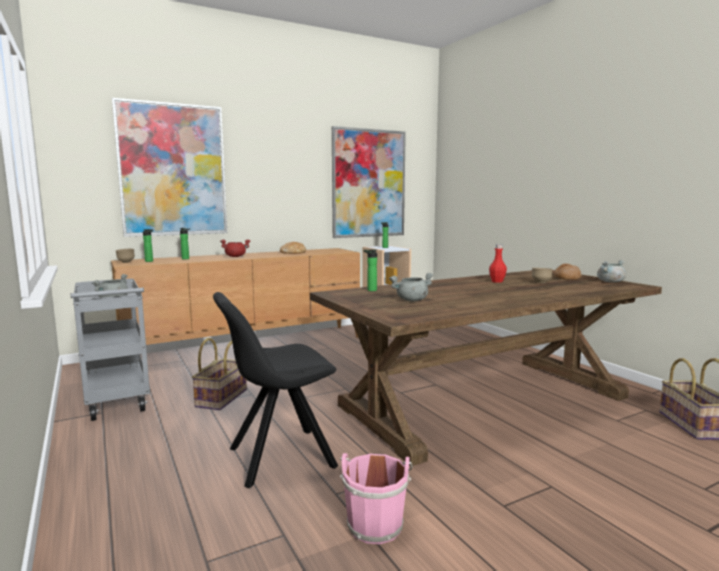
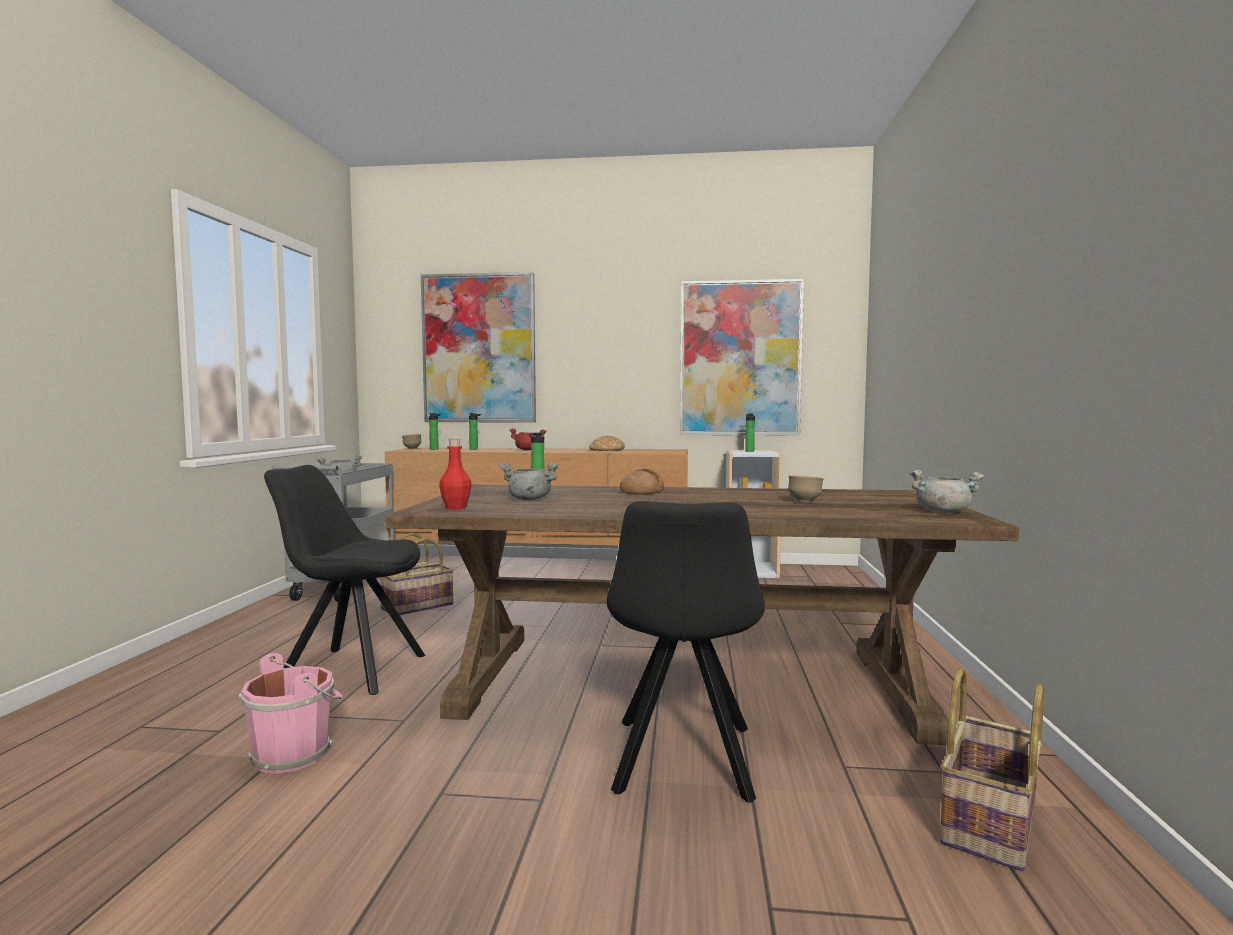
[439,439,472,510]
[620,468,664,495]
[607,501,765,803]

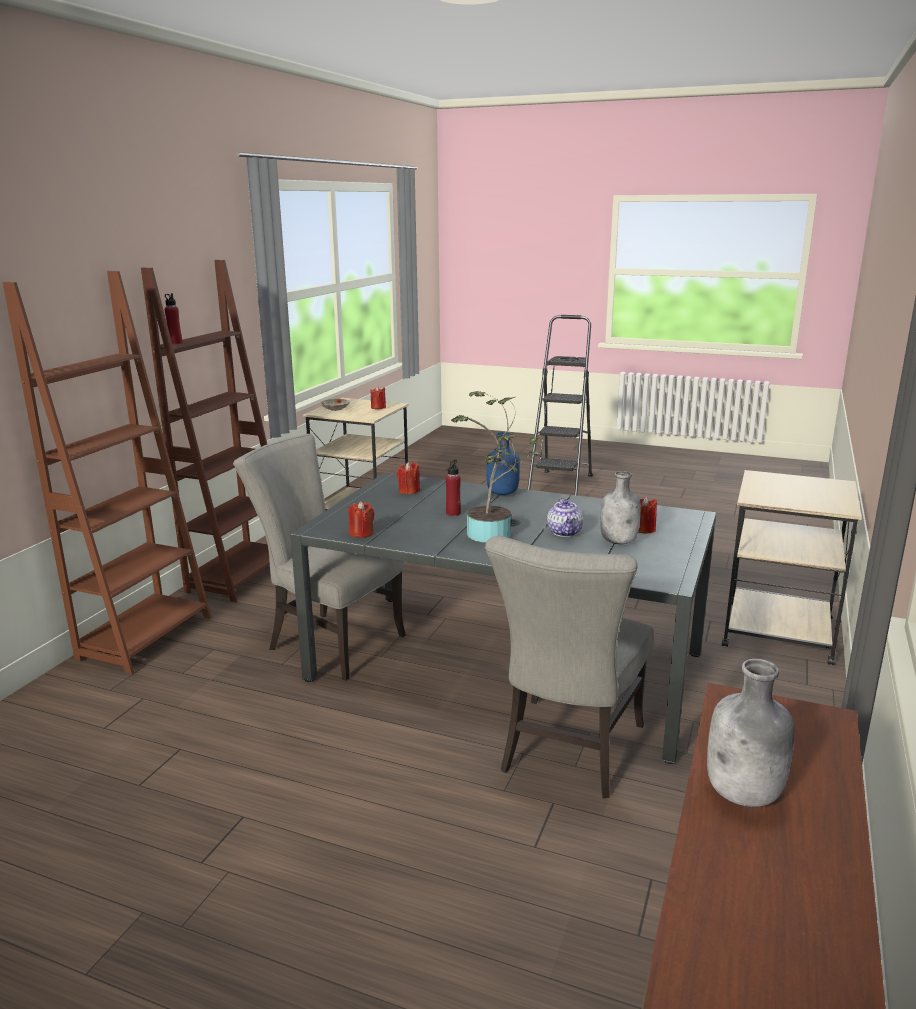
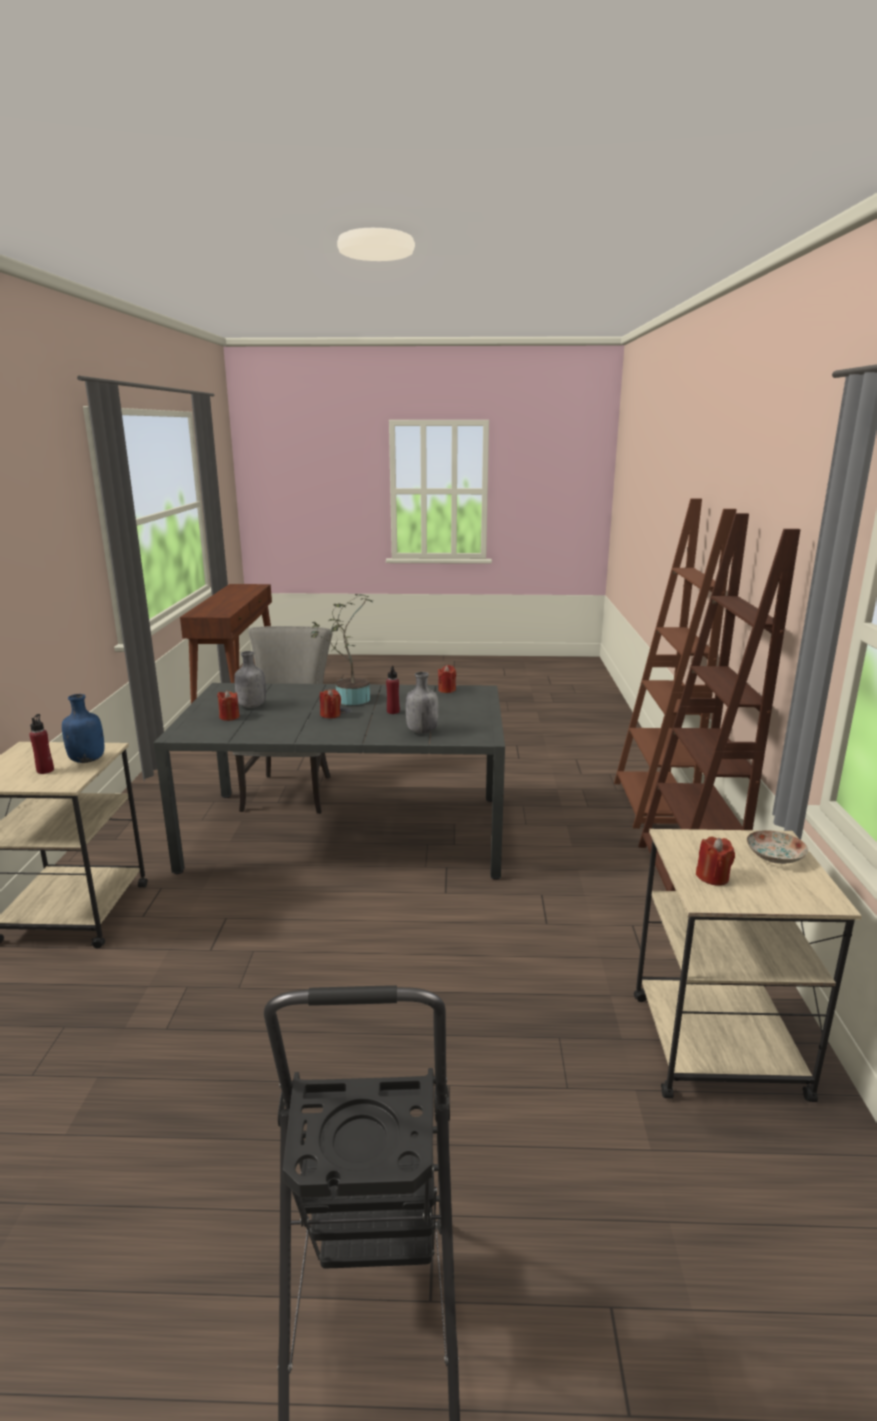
[29,714,54,774]
[233,434,406,681] (first image)
[320,688,341,719]
[62,694,104,763]
[547,498,583,537] (first image)
[406,672,438,734]

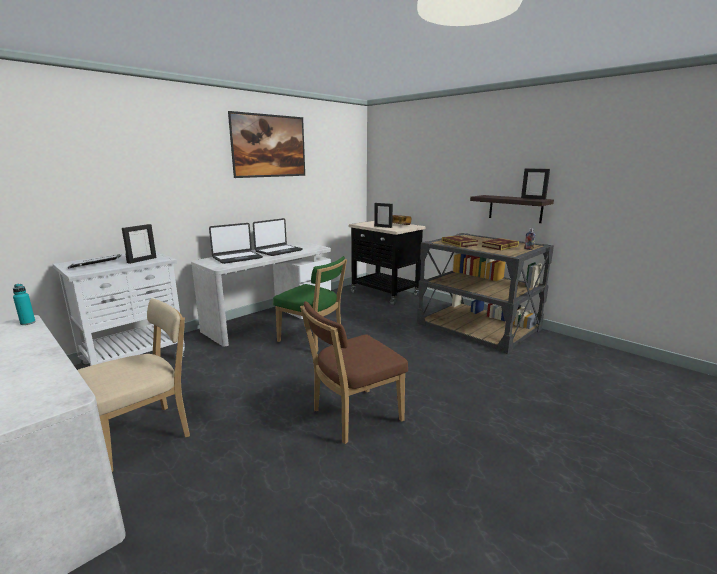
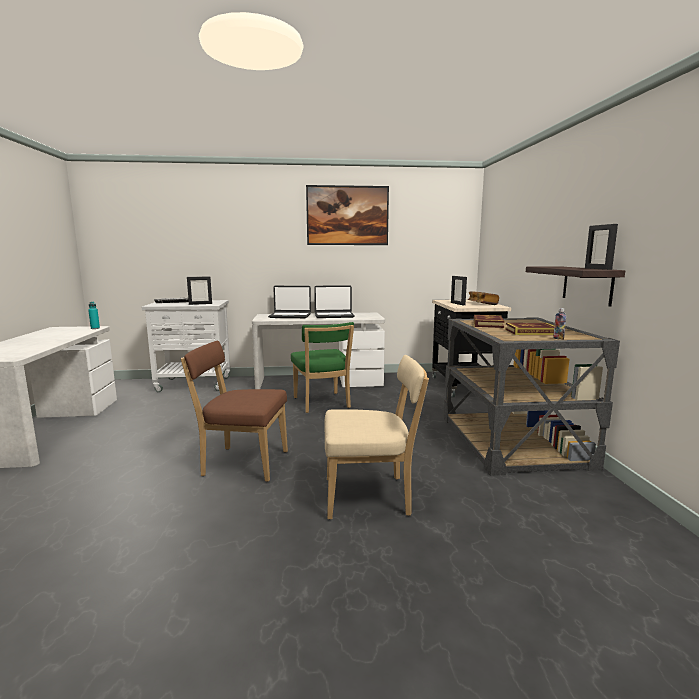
[325,355,429,520]

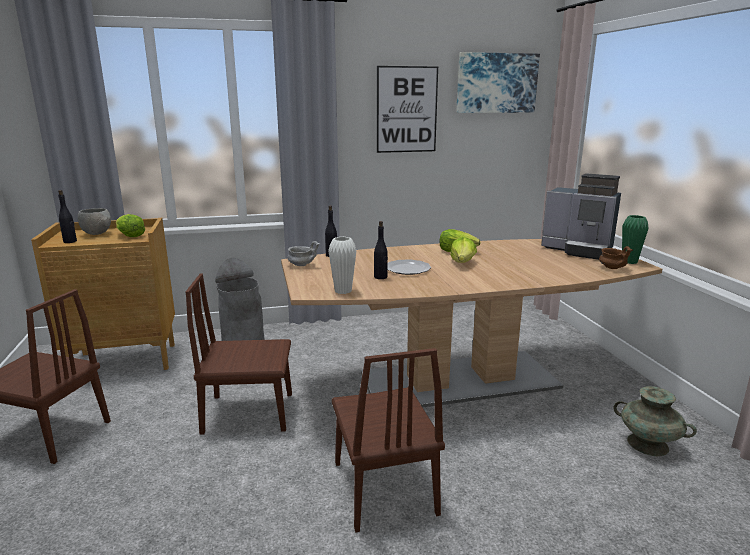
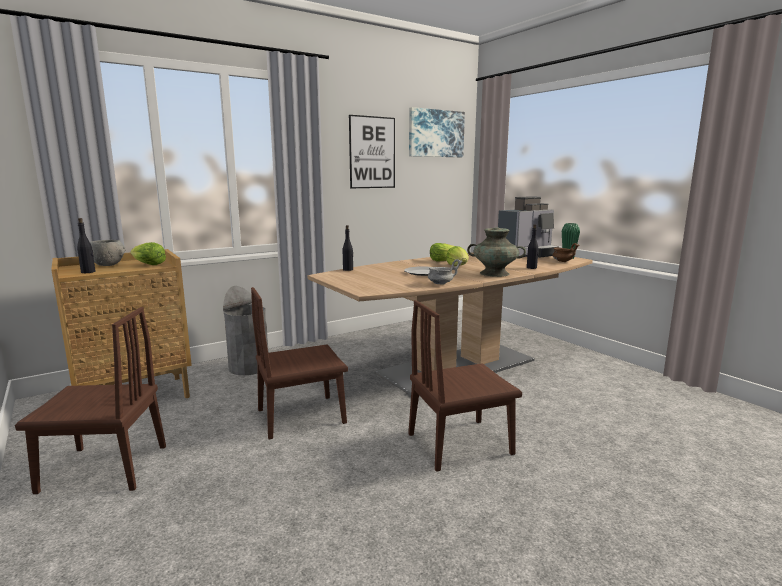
[428,259,462,284]
[328,237,356,294] (first image)
[408,300,522,472]
[527,224,539,269]
[498,196,559,258]
[467,227,526,277]

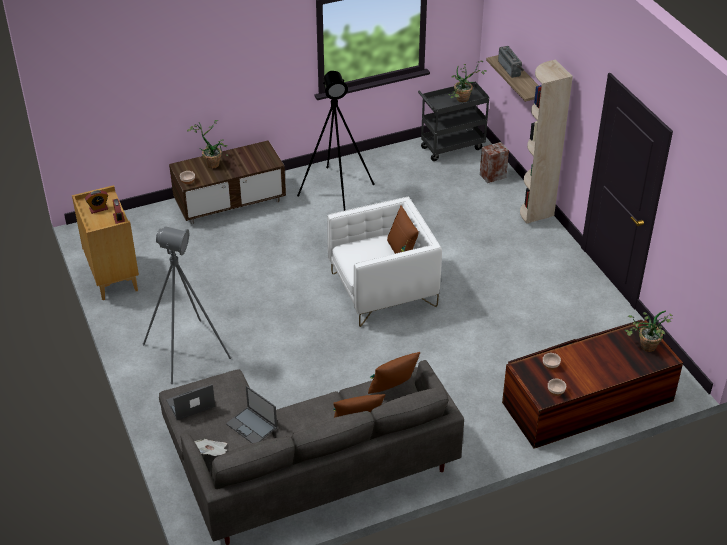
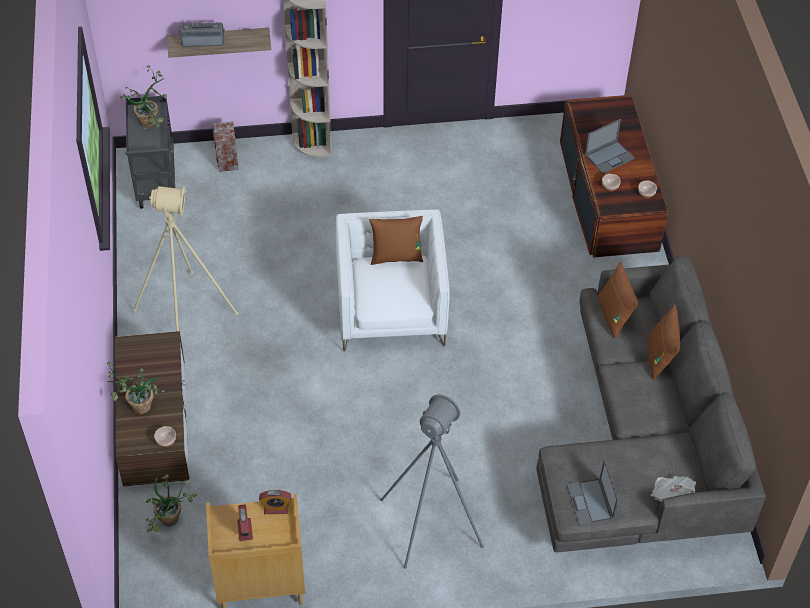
[585,119,635,174]
[133,186,238,331]
[146,475,197,532]

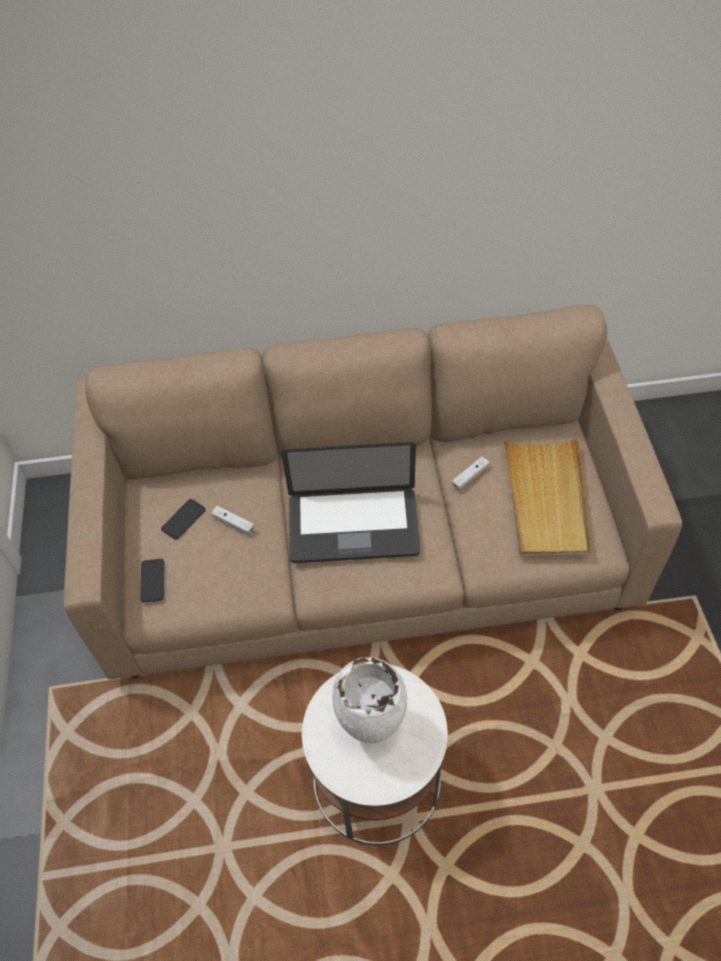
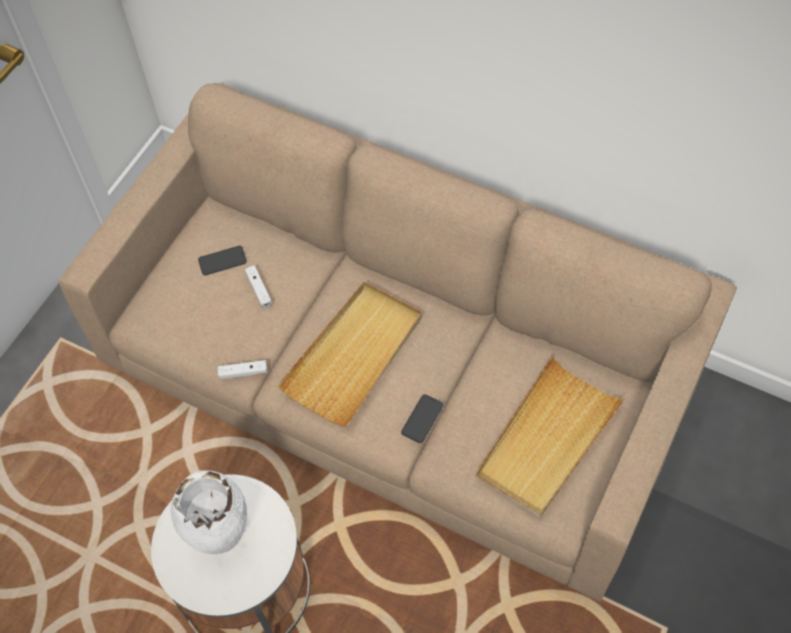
[401,394,443,443]
[277,282,422,427]
[218,360,267,379]

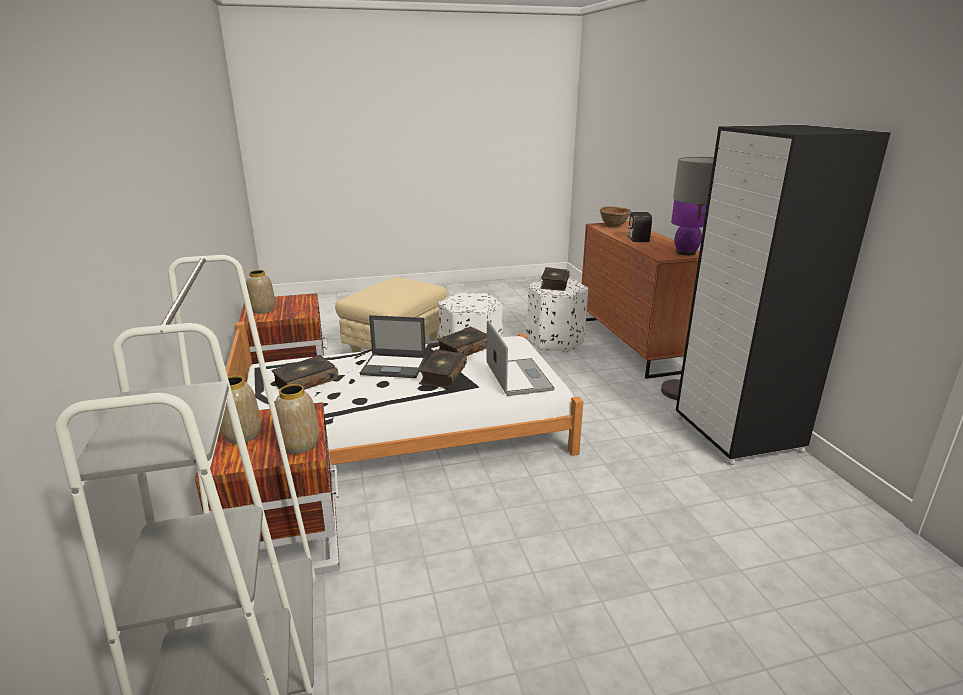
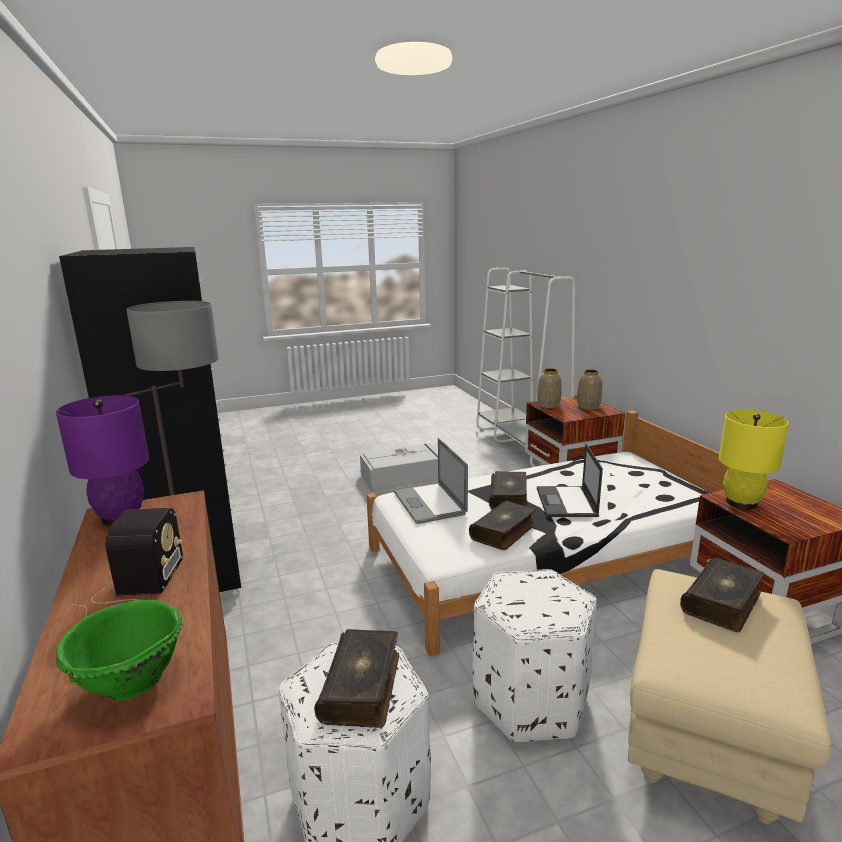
[246,270,275,314] (first image)
[680,557,764,632]
[537,444,603,517]
[56,600,182,701]
[360,443,438,491]
[719,410,789,509]

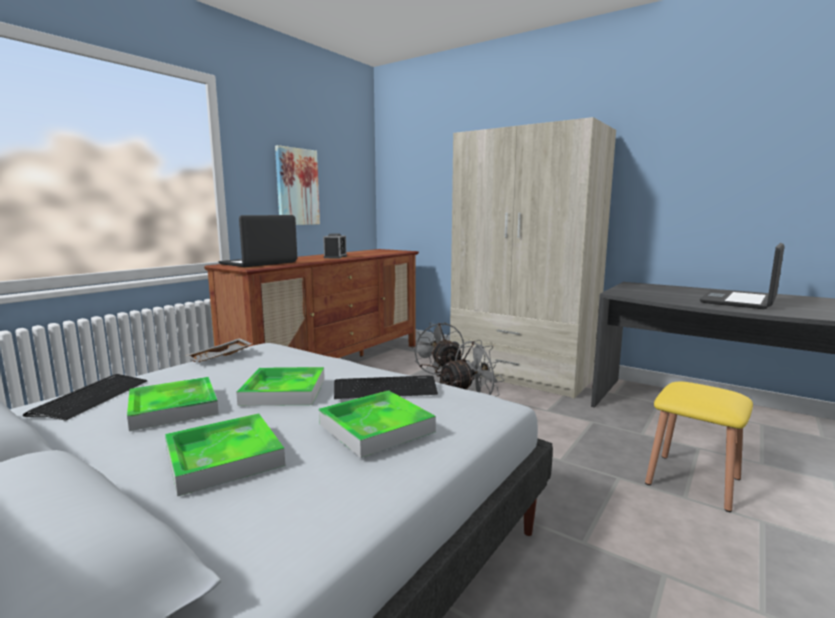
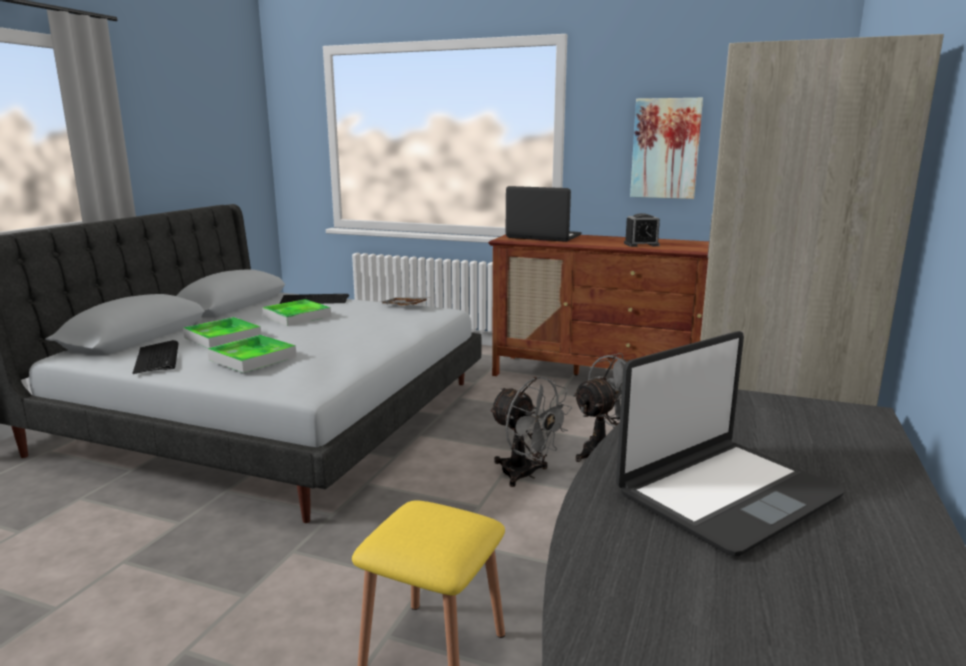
[236,367,325,406] (first image)
[133,340,179,374]
[616,331,845,556]

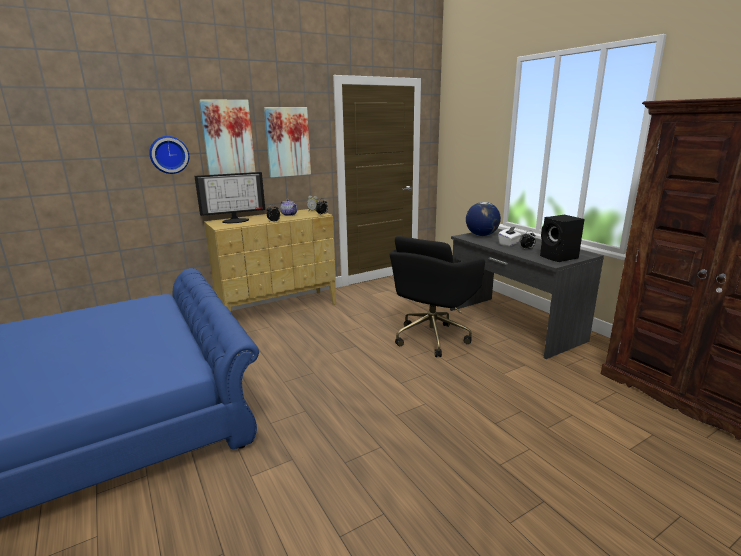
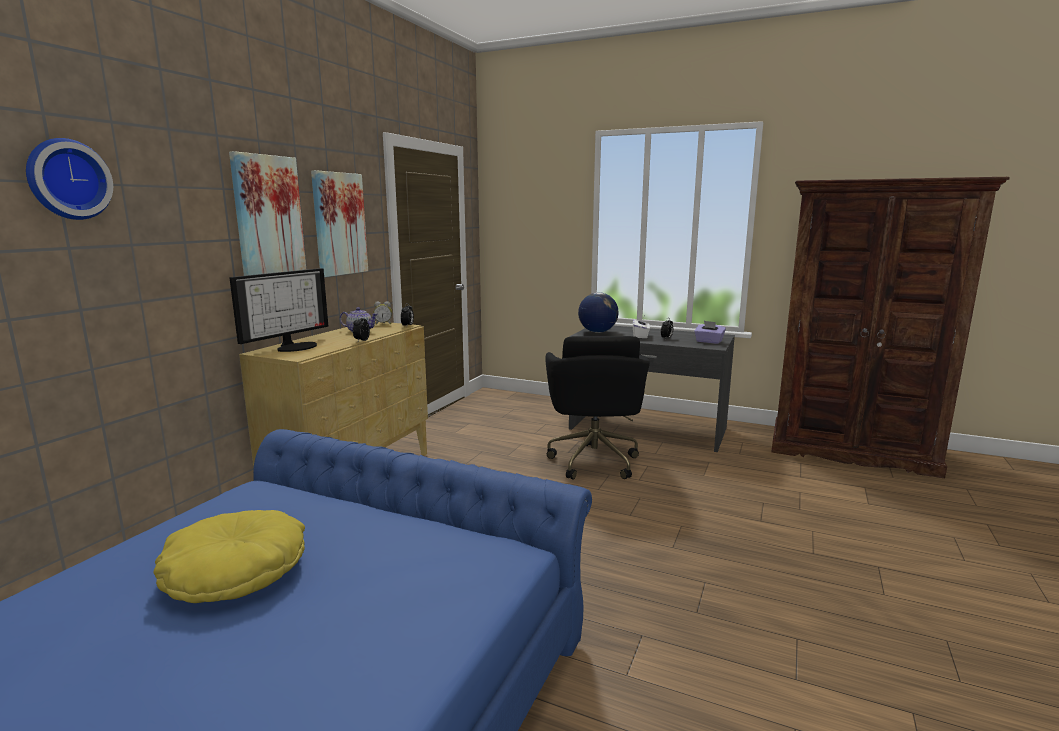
[26,138,113,220]
[694,321,726,344]
[153,510,305,603]

